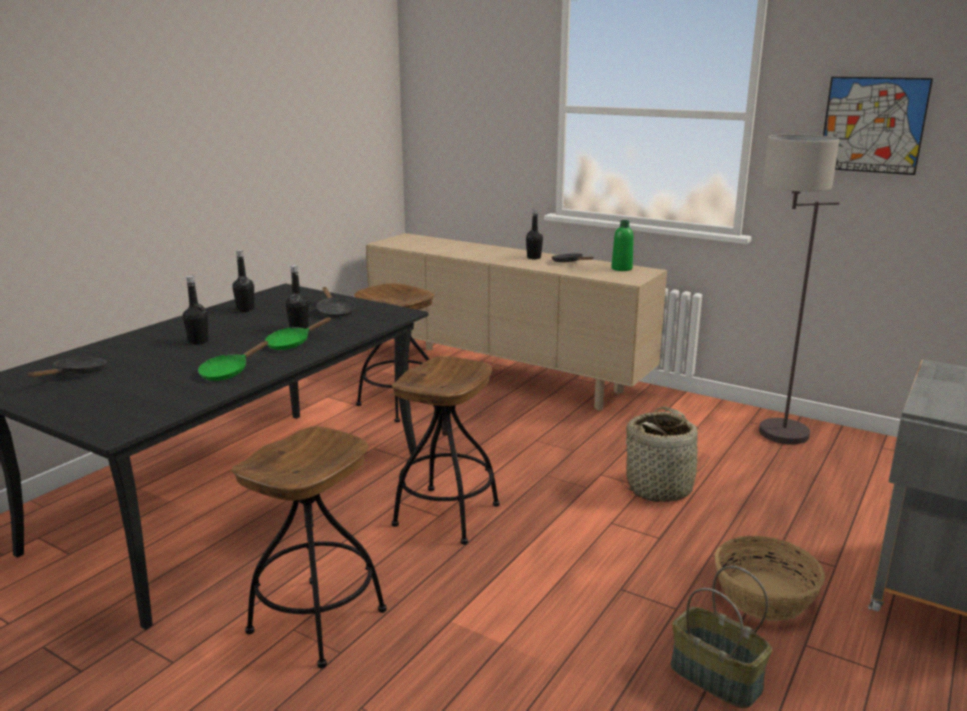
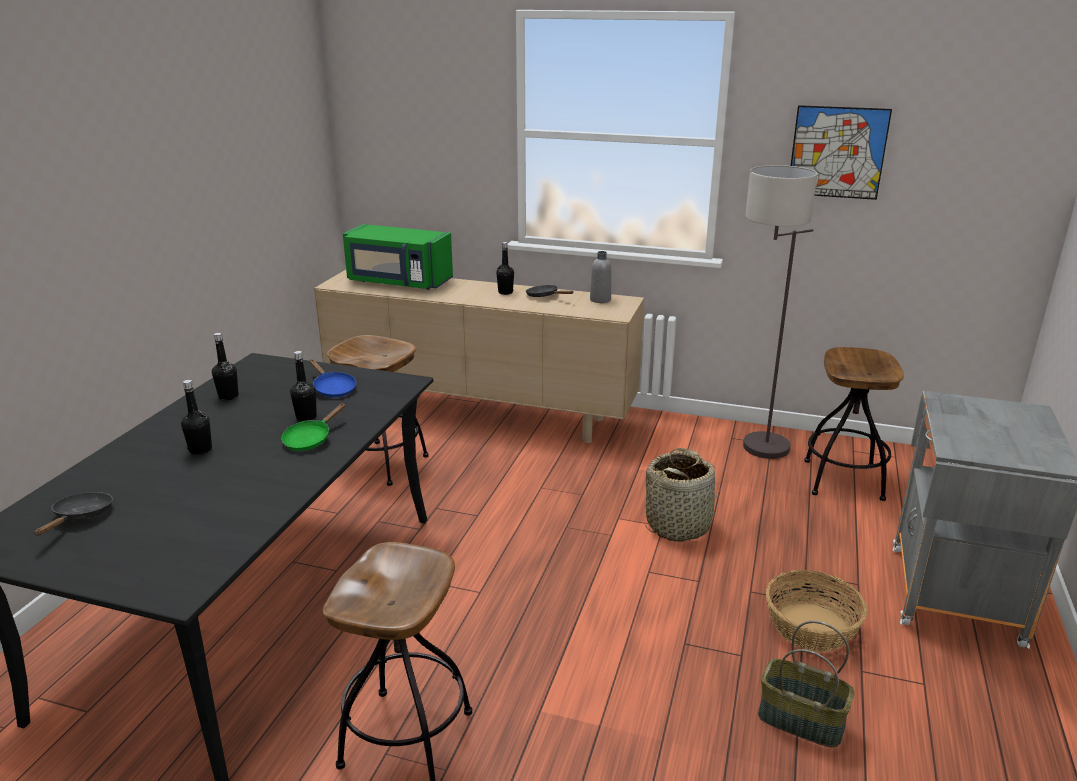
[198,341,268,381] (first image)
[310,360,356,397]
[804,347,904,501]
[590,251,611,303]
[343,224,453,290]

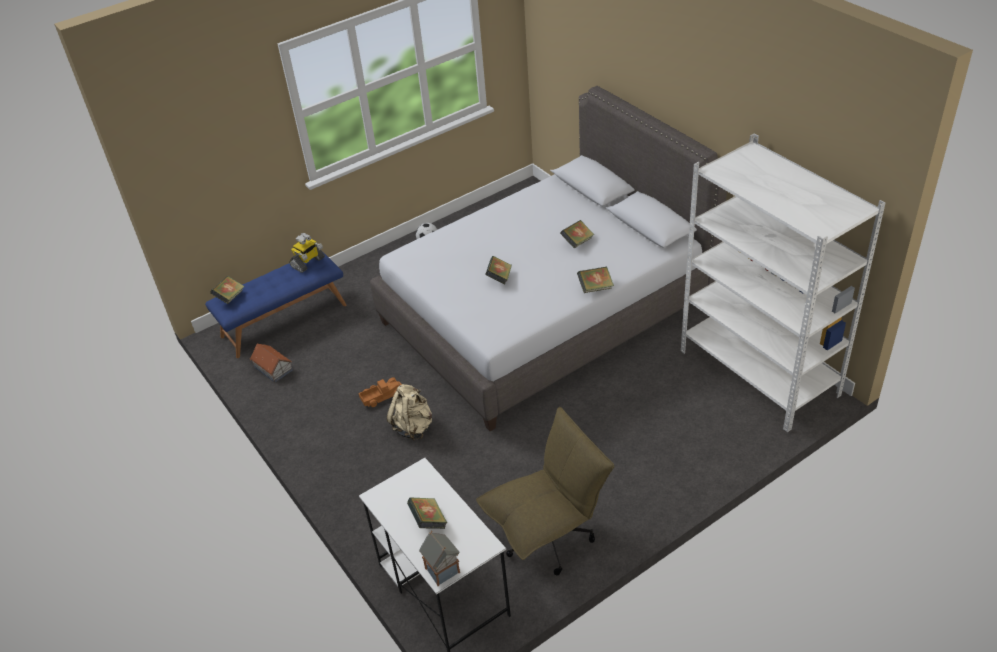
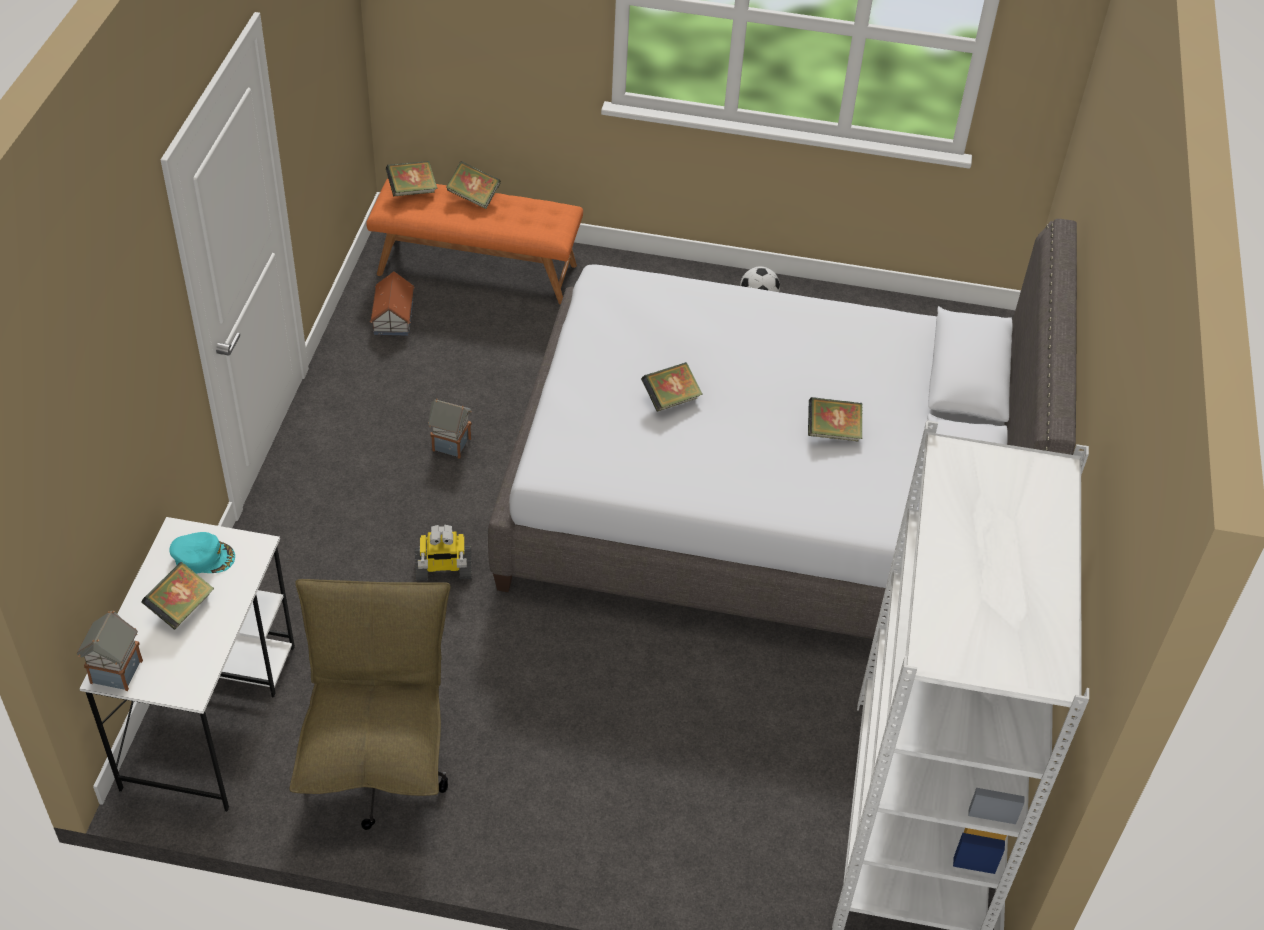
[366,178,583,305]
[415,525,472,581]
[428,398,472,459]
[387,384,432,441] (first image)
[290,579,451,830]
[446,161,501,209]
[169,532,235,574]

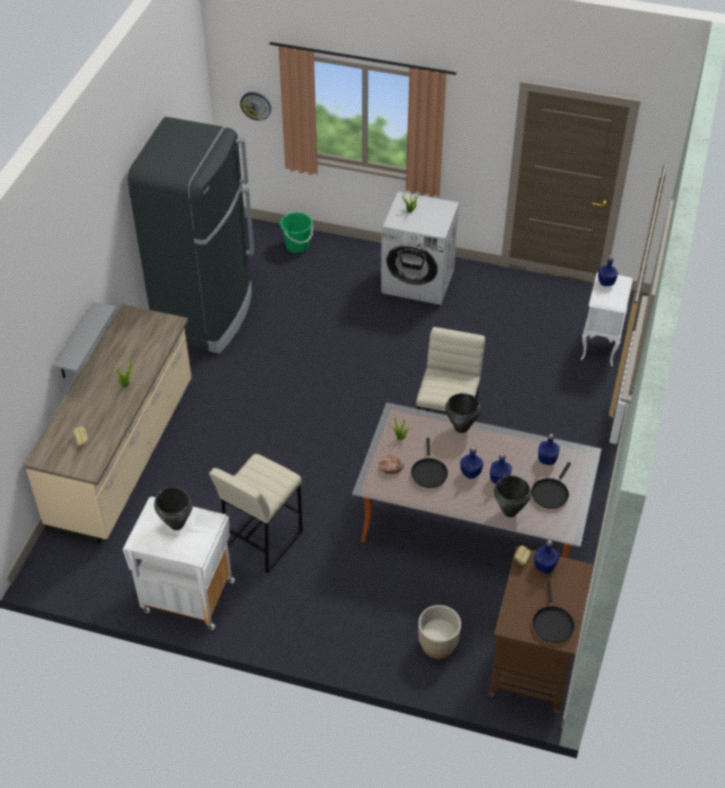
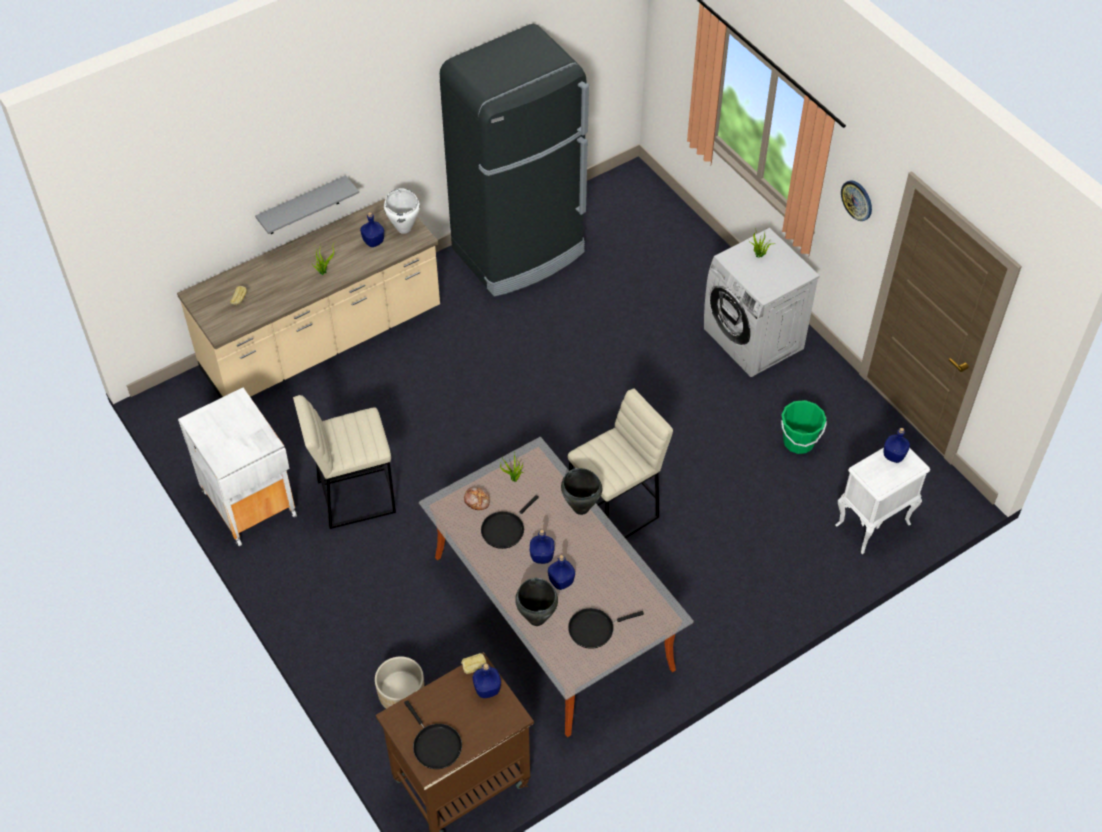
[154,487,193,530] (first image)
[841,180,872,221]
[781,400,827,454]
[404,700,462,769]
[360,212,384,247]
[384,188,420,234]

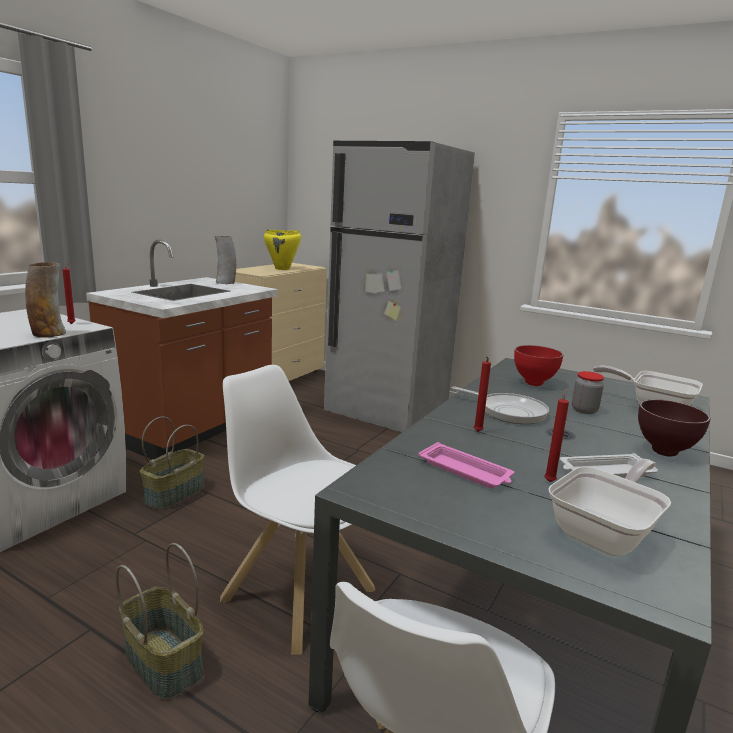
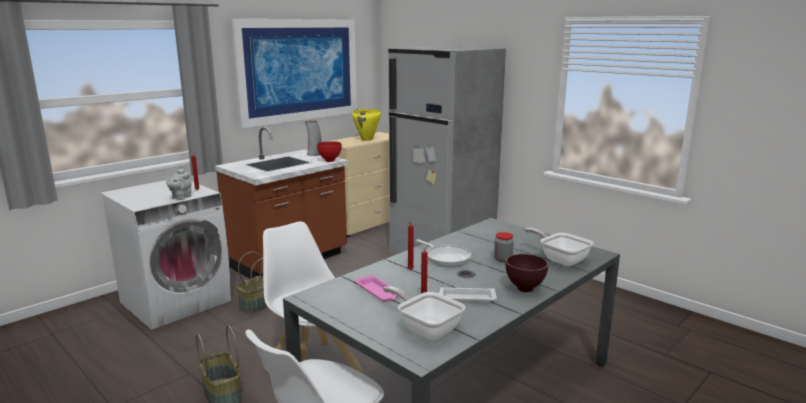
[166,168,192,200]
[317,141,342,162]
[383,286,465,340]
[230,19,357,128]

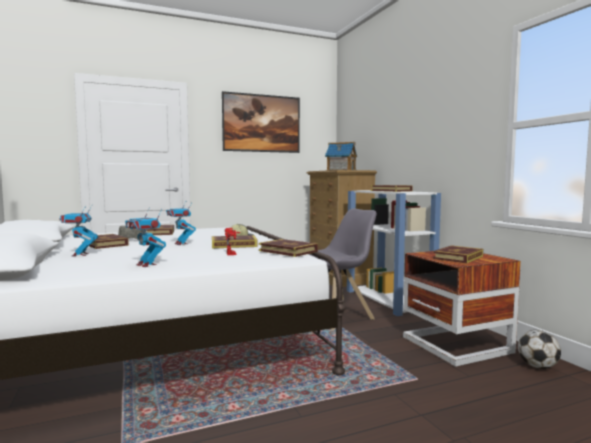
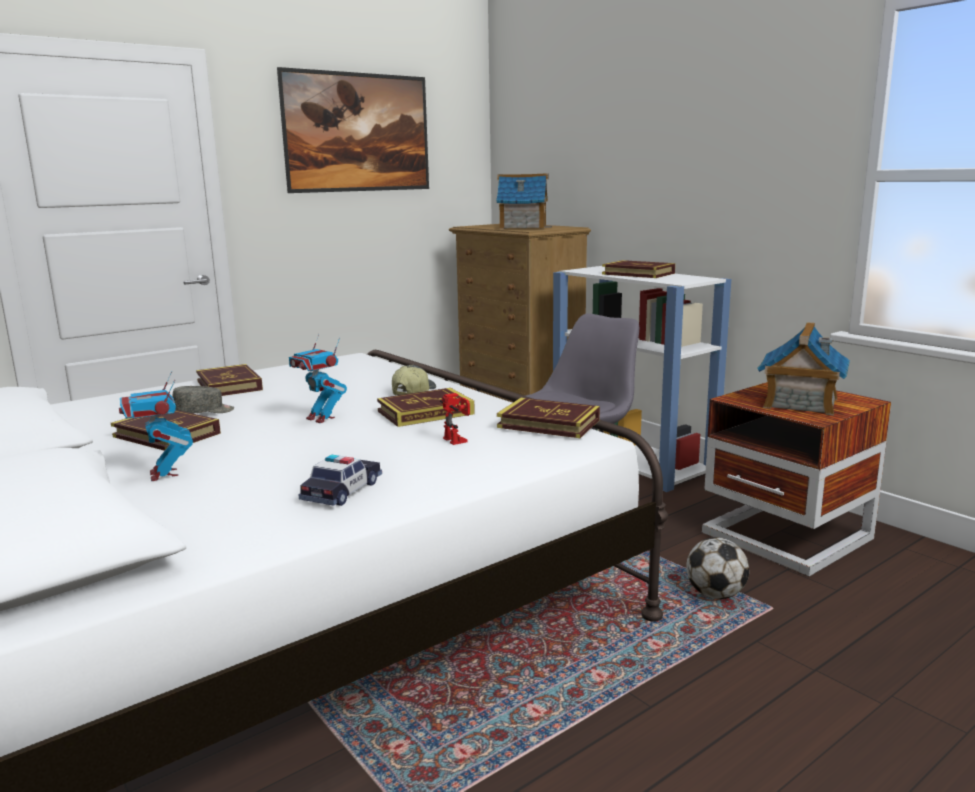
[299,454,382,506]
[757,322,850,416]
[686,537,749,599]

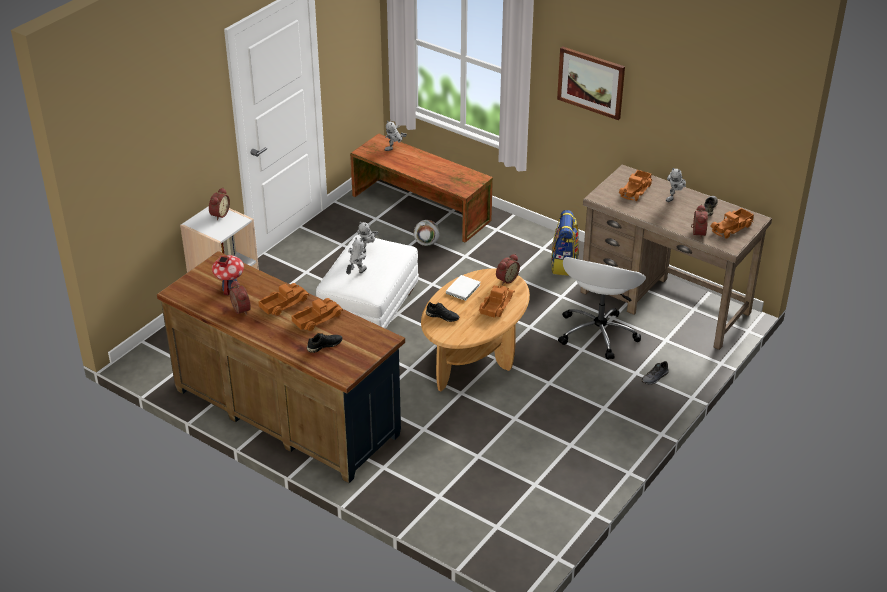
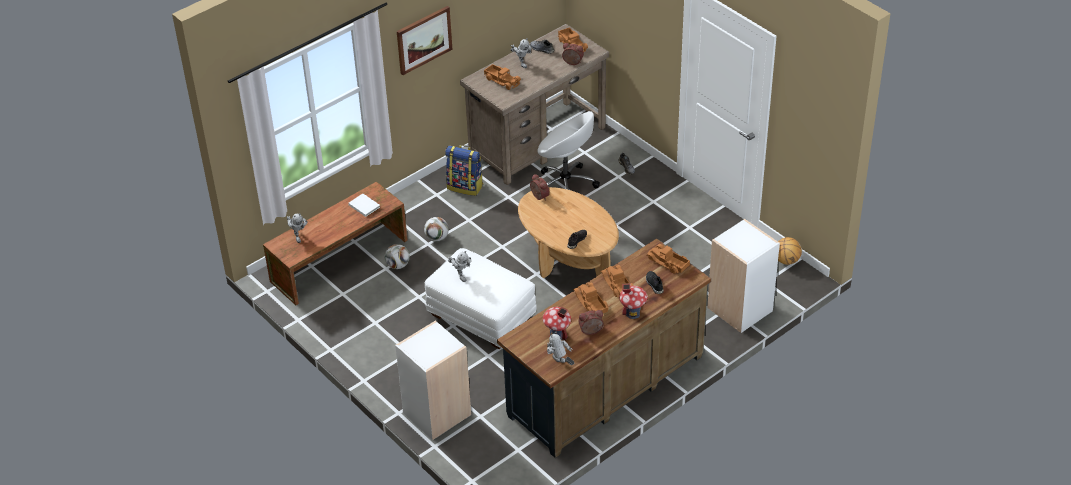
[209,187,230,220] (first image)
[547,332,574,365]
[348,194,380,217]
[647,244,690,274]
[424,217,449,242]
[619,283,648,319]
[707,219,780,333]
[778,237,802,265]

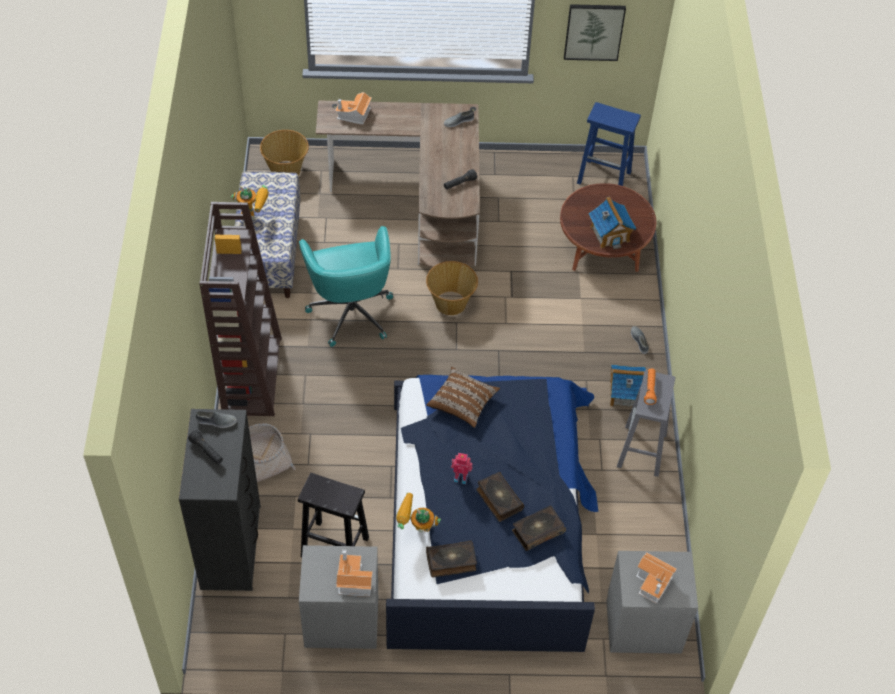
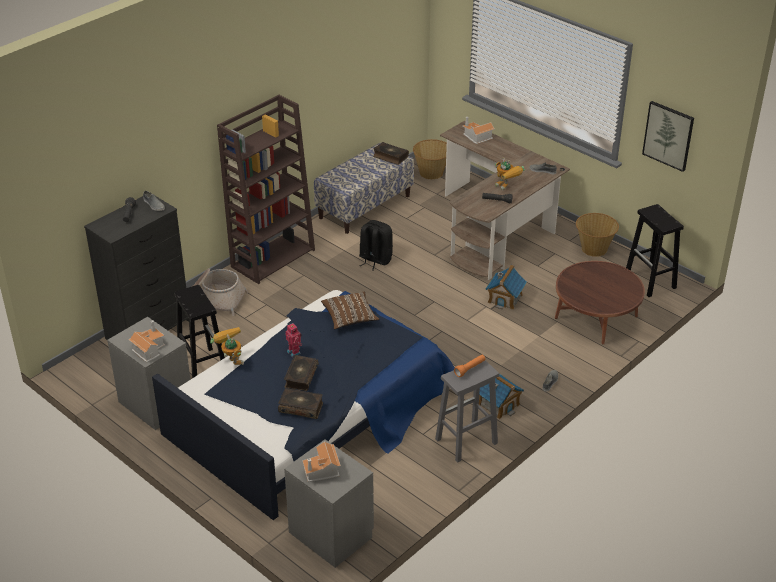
[495,157,525,190]
[359,220,393,271]
[576,213,619,257]
[373,142,409,165]
[626,204,684,297]
[485,265,527,310]

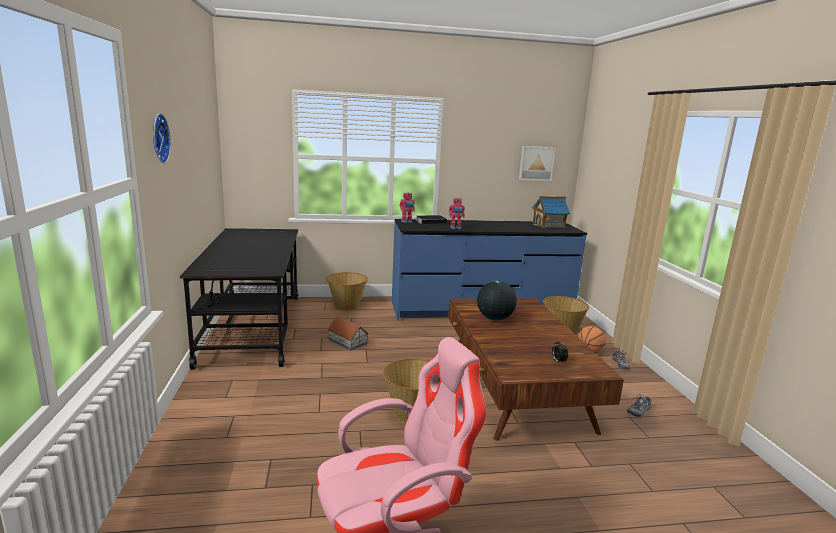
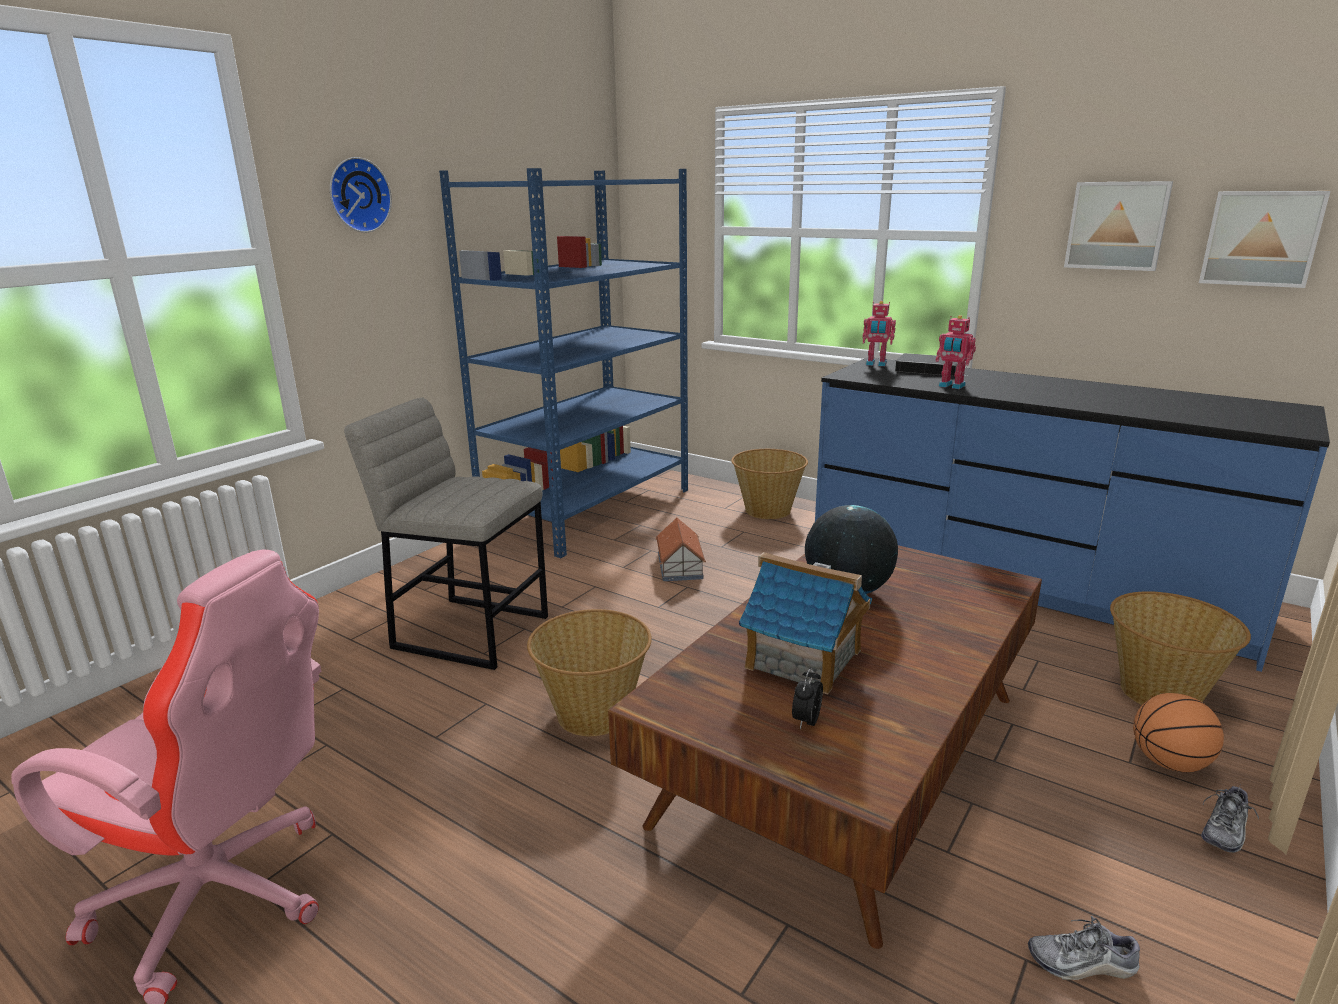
[439,168,688,558]
[739,552,872,695]
[344,397,548,670]
[1064,181,1173,271]

